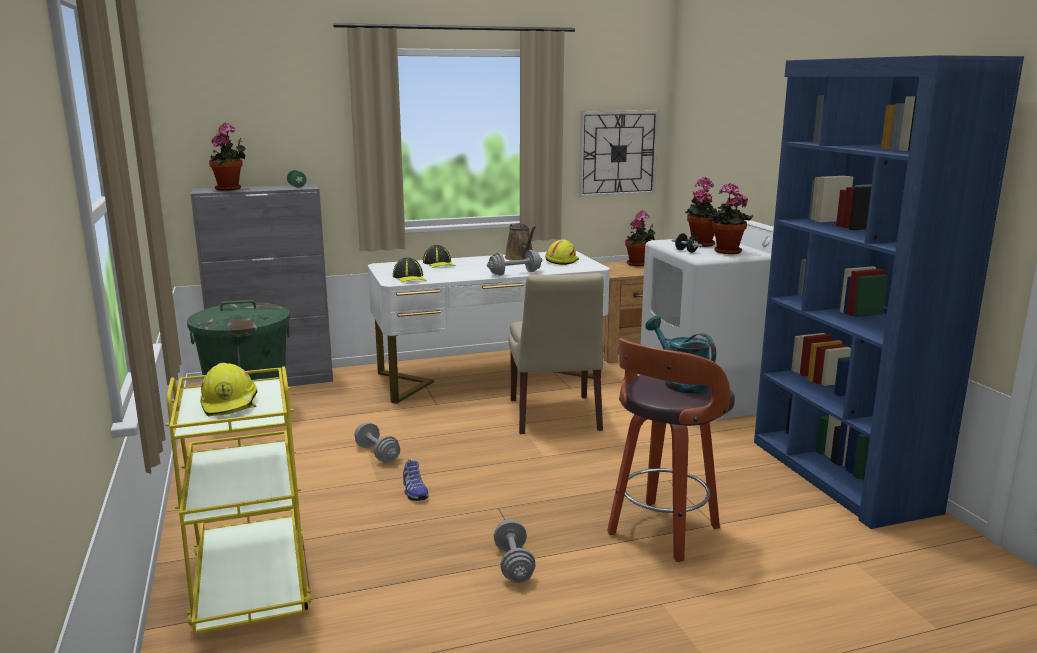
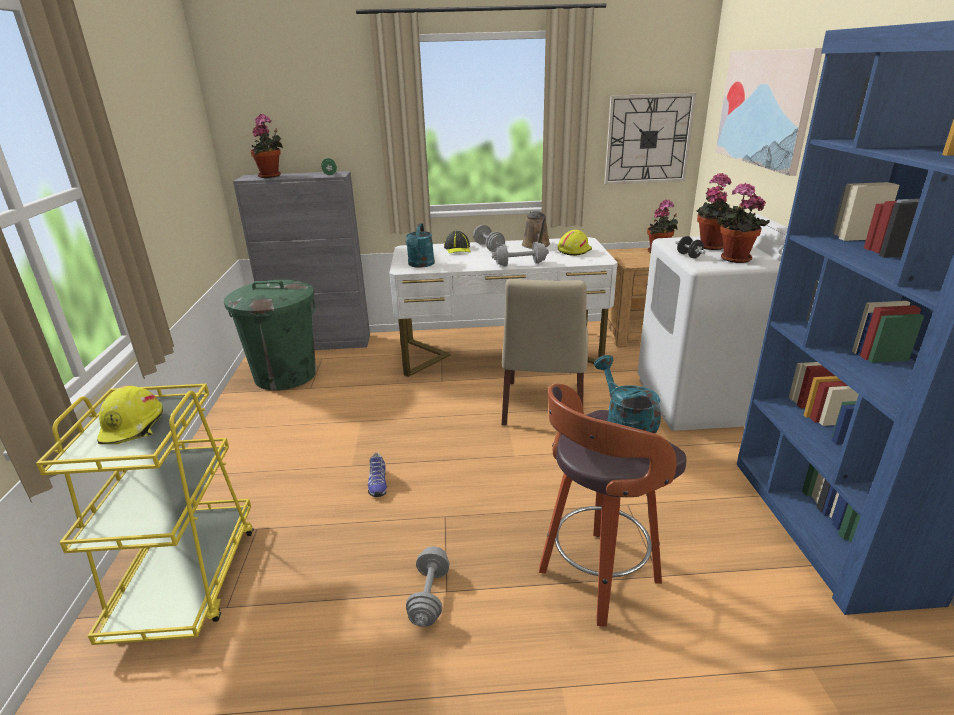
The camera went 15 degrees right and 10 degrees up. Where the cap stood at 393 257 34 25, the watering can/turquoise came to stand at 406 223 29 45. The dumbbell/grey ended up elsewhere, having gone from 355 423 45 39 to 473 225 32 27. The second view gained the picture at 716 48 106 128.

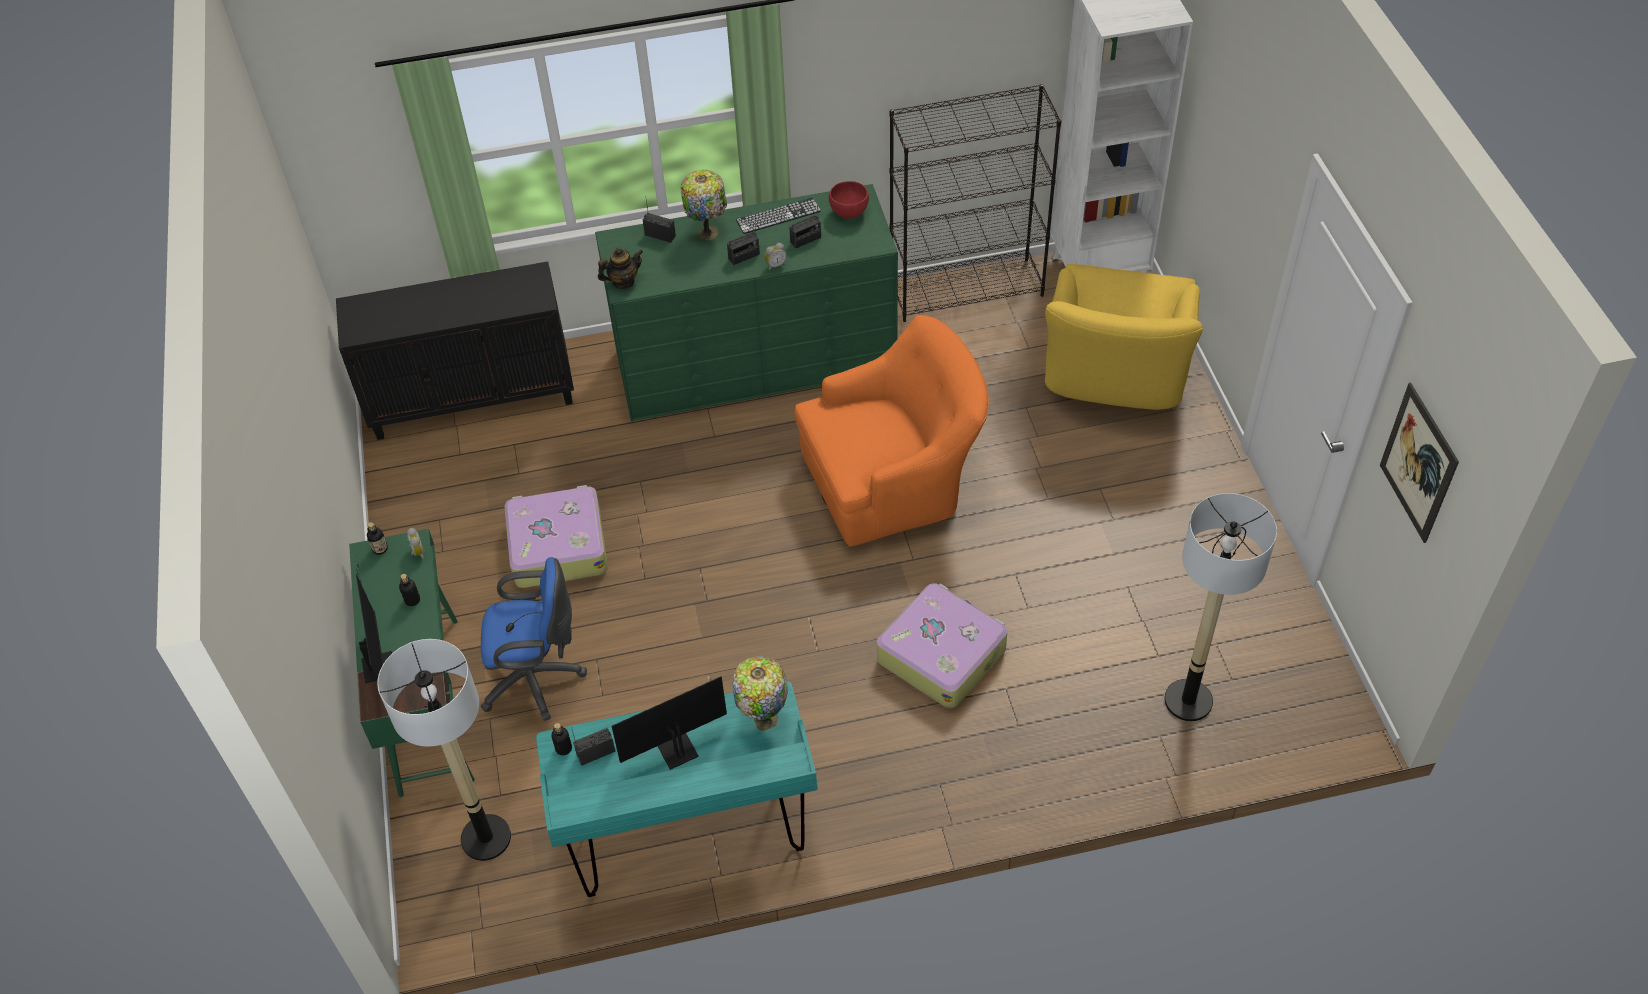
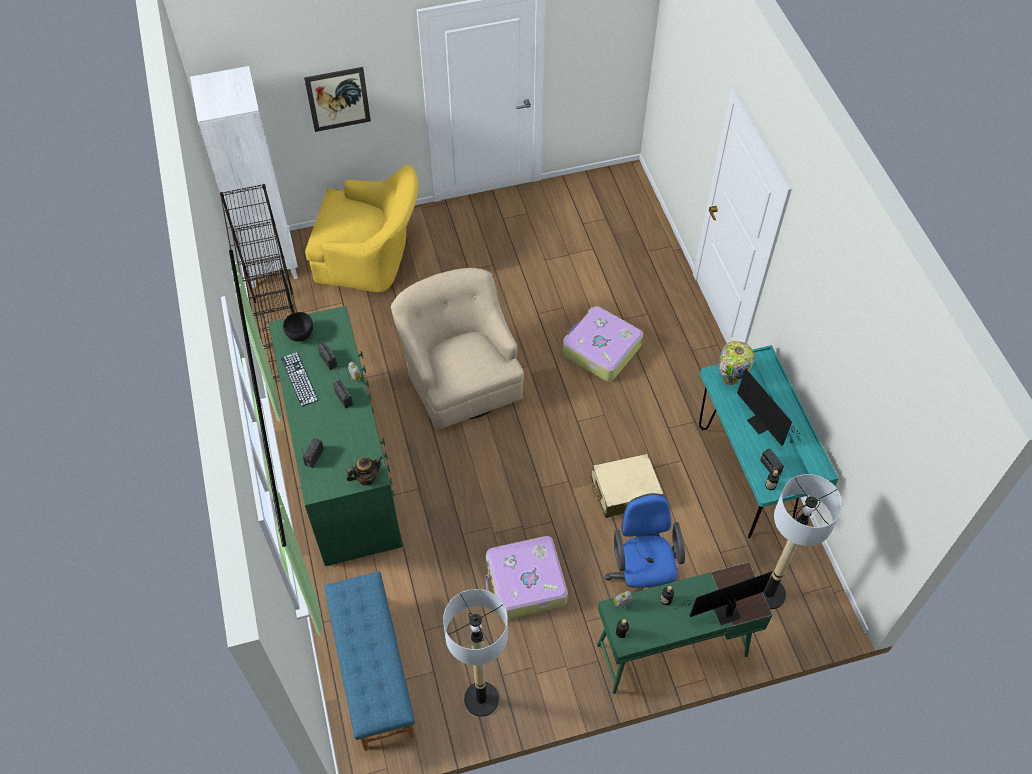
The camera went 95 degrees left and 5 degrees up. The second view lost the table lamp at 681 170 46 70. What was the bowl/red at 829 181 40 38 turned into the bowl/black at 283 312 30 30. The teapot at 598 247 45 42 ended up facing another way, 90 degrees clockwise from before. Where the cabinet/black stood at 336 261 238 179, the bench/blue came to stand at 324 572 91 179. What was the armchair/orange at 795 315 194 232 turned into the armchair/beige at 391 268 133 162. The picture ended up elsewhere, having gone from 1380 383 79 160 to 304 67 67 65. The floor lamp ended up elsewhere, having gone from 1164 493 113 228 to 443 589 65 128. The second view gained the suitcase/beige at 591 454 72 64.

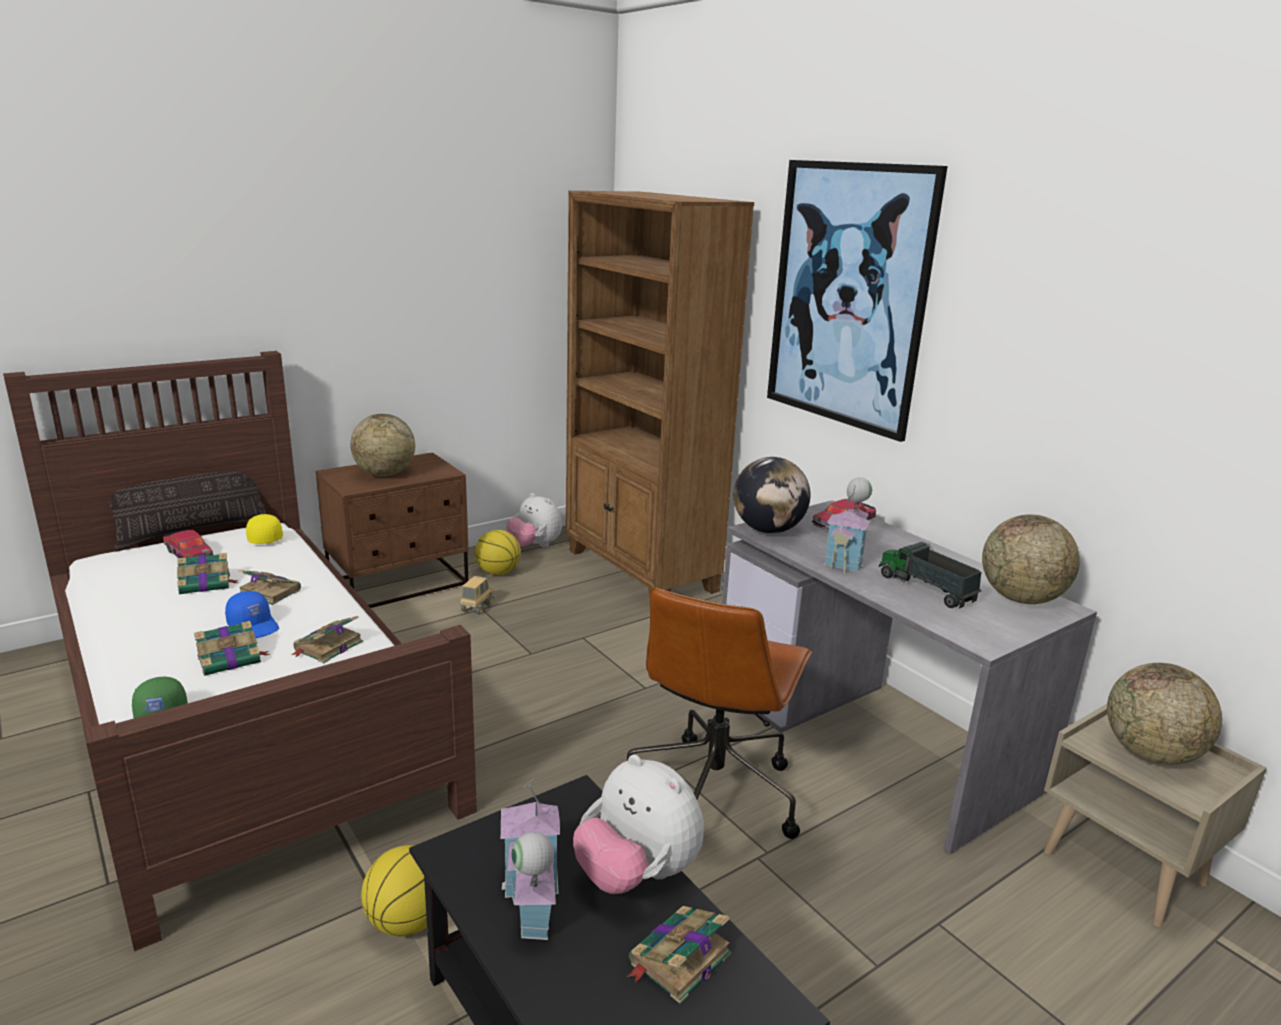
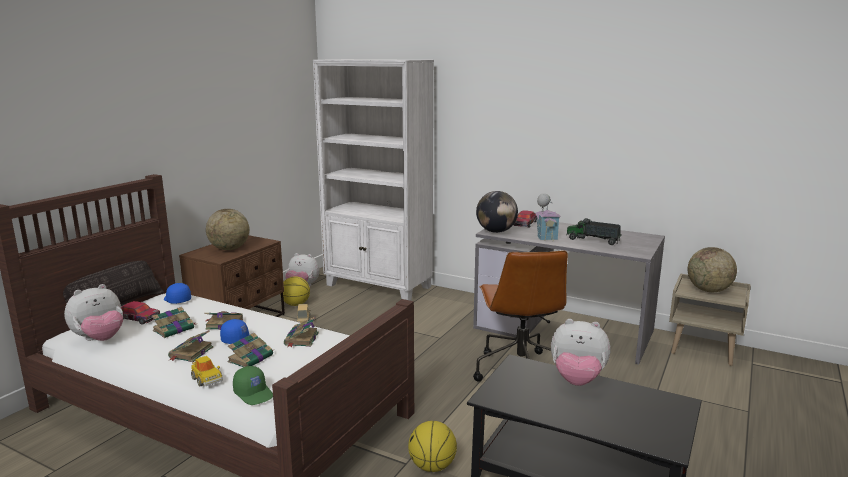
The camera went 25 degrees left and 5 degrees down. The second view lost the picture at 767 160 181 282. What was the bookcase/brown at 566 191 188 403 turned into the bookcase/white at 313 59 121 242. What was the cap/yellow at 246 514 37 30 turned into the cap/blue at 164 283 27 21. The second view lost the globe at 982 514 98 90. The second view lost the toy house at 501 776 59 164. The book ended up elsewhere, having gone from 627 906 104 98 to 168 330 46 32. The second view gained the plush toy at 64 284 59 57. The second view gained the toy car at 191 356 32 30.

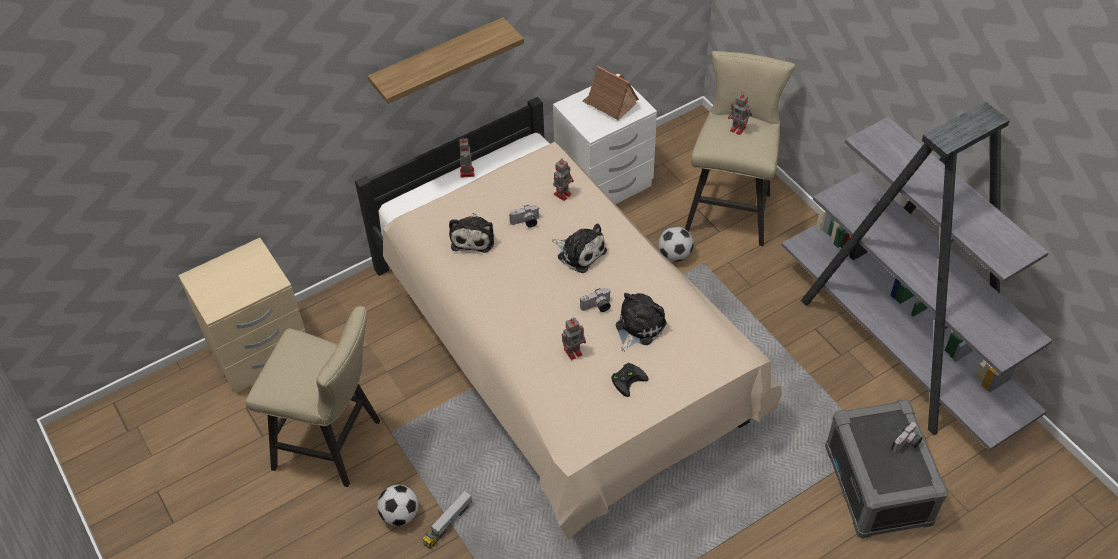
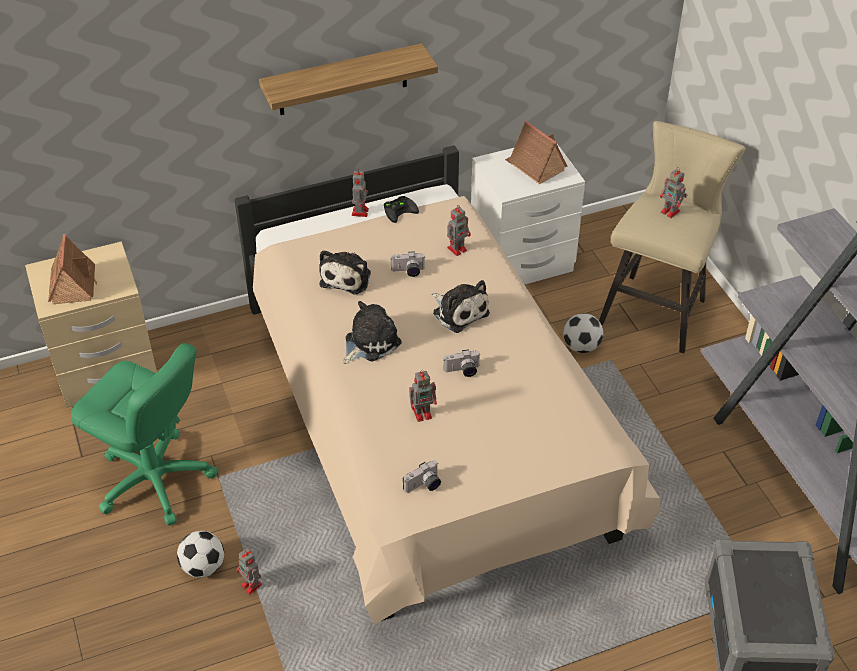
The camera went 10 degrees right and 5 degrees down. The plush toy ended up elsewhere, having gone from 616 293 51 59 to 343 301 59 63. Where the stool/beige stood at 245 306 135 181, the office chair/green came to stand at 71 343 146 183. The game controller/black ended up elsewhere, having gone from 611 363 38 34 to 384 196 35 27. The photo camera ended up elsewhere, having gone from 891 422 31 31 to 403 460 38 33. Where the toy truck stood at 422 490 50 59, the toy robot came to stand at 237 548 25 47. The second view gained the toy house at 48 234 49 70.

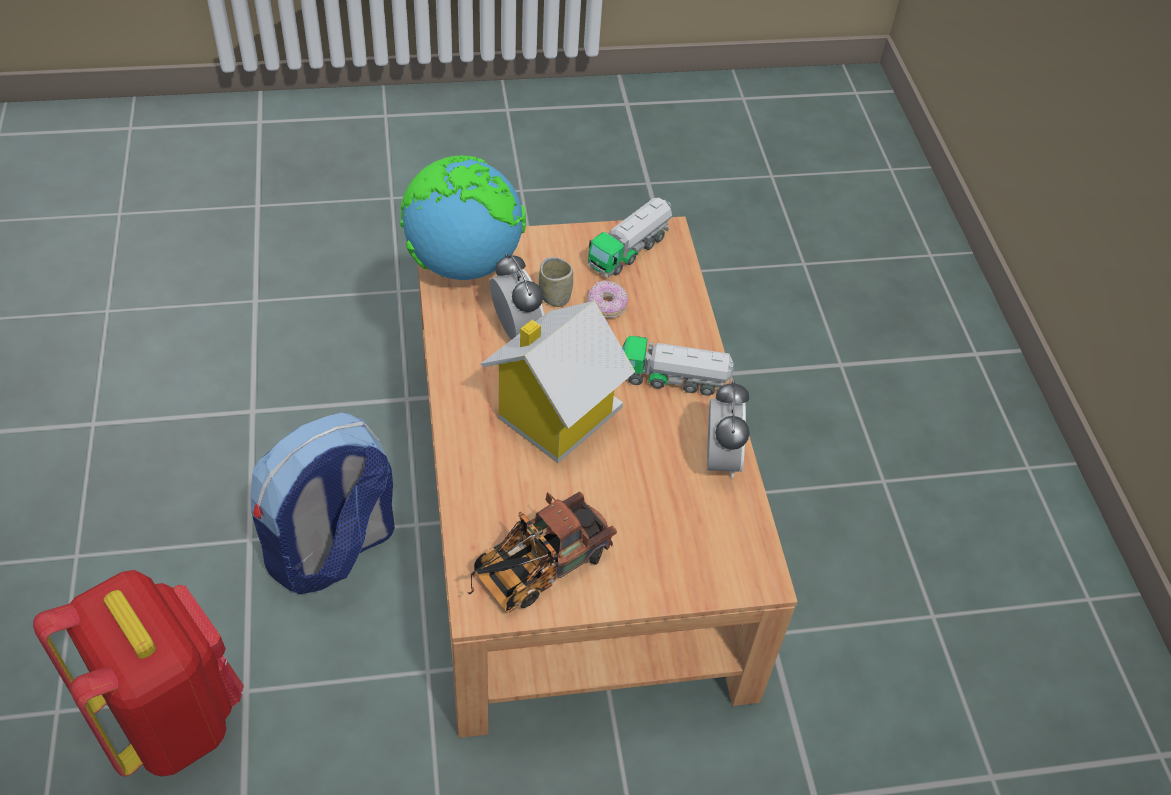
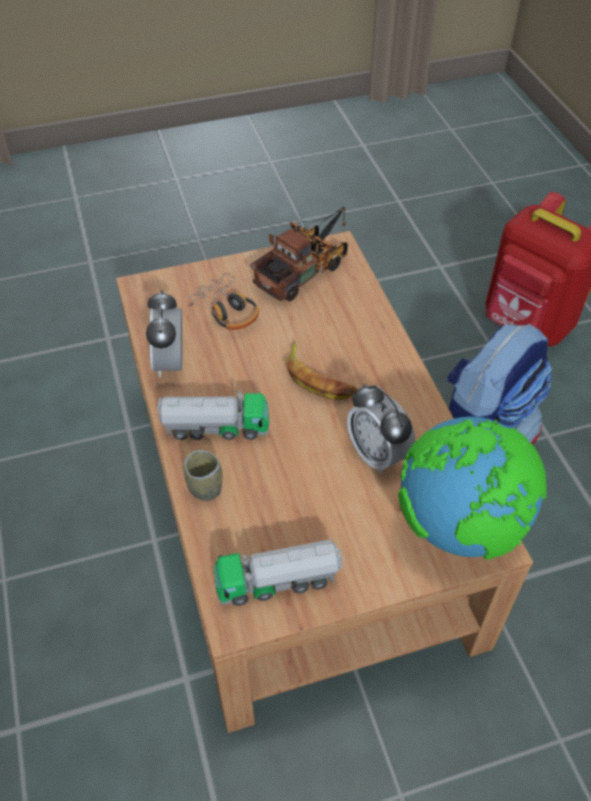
The camera went 175 degrees right and 0 degrees up. The toy truck at 588 198 84 79 ended up facing another way, 135 degrees counterclockwise from before. The cup ended up elsewhere, having gone from 539 257 34 50 to 184 450 38 51. The second view lost the donut at 587 280 41 38. Where the toy house stood at 481 301 155 162, the banana came to stand at 285 341 72 59. The second view gained the headphones at 187 274 72 56.

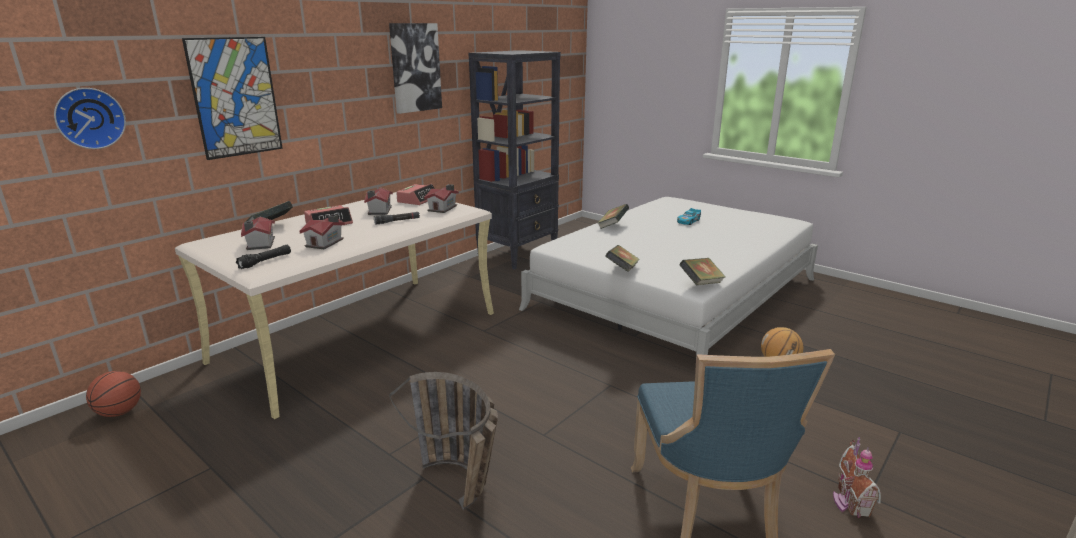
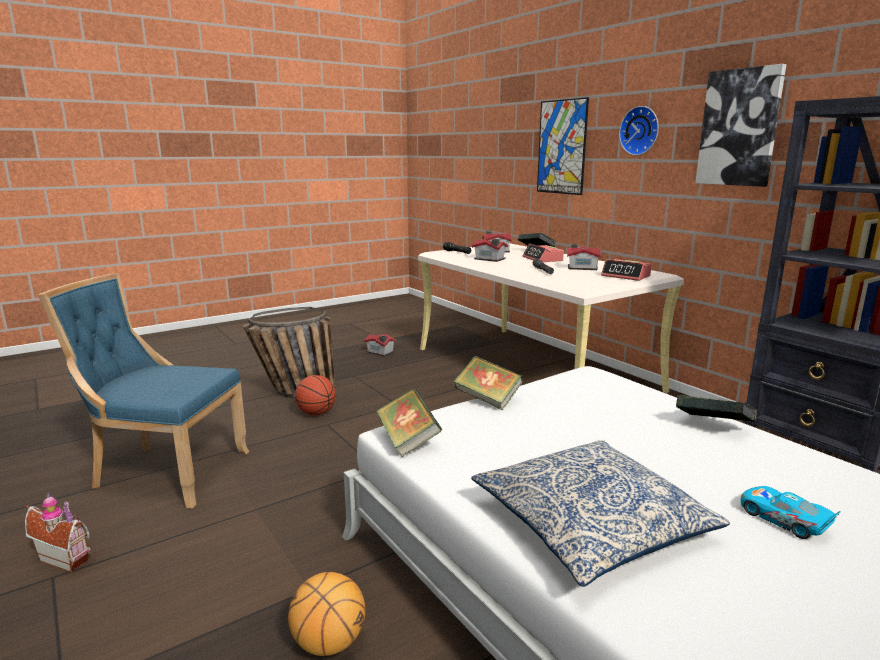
The camera went 105 degrees right and 5 degrees down. The wall clock ended up elsewhere, having gone from 54 88 72 61 to 619 106 40 49. The toy house ended up elsewhere, having gone from 424 184 35 29 to 364 334 32 22. The basketball ended up elsewhere, having gone from 86 371 55 46 to 295 375 41 40. The second view gained the pillow at 471 440 259 147.

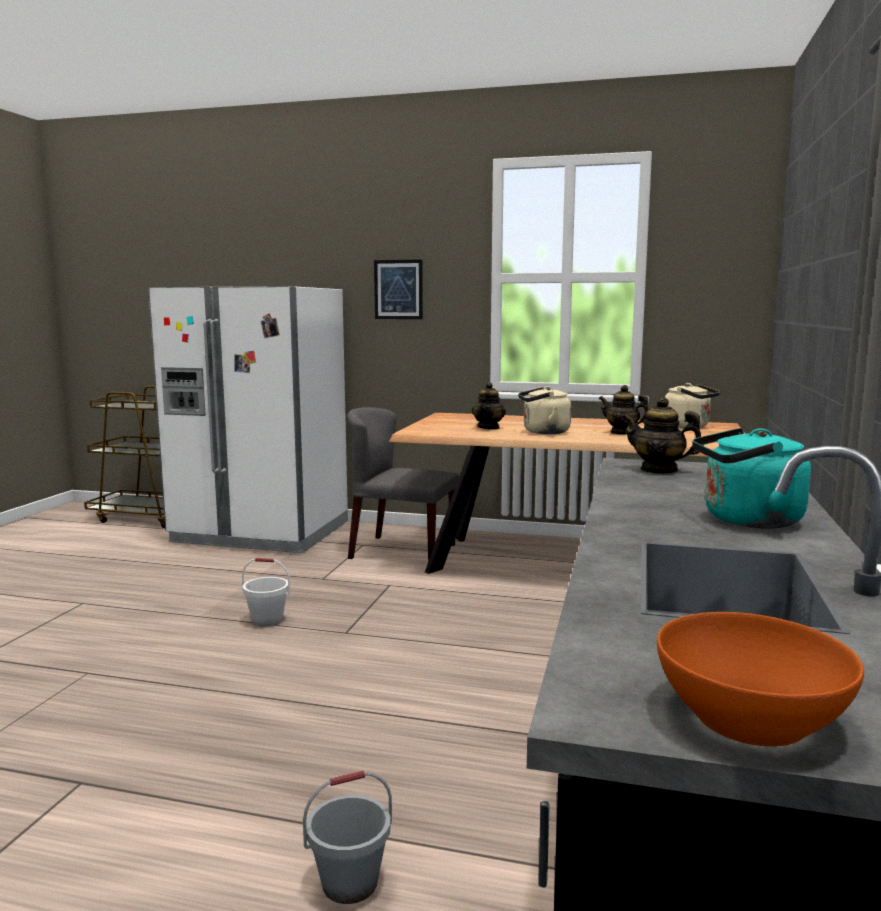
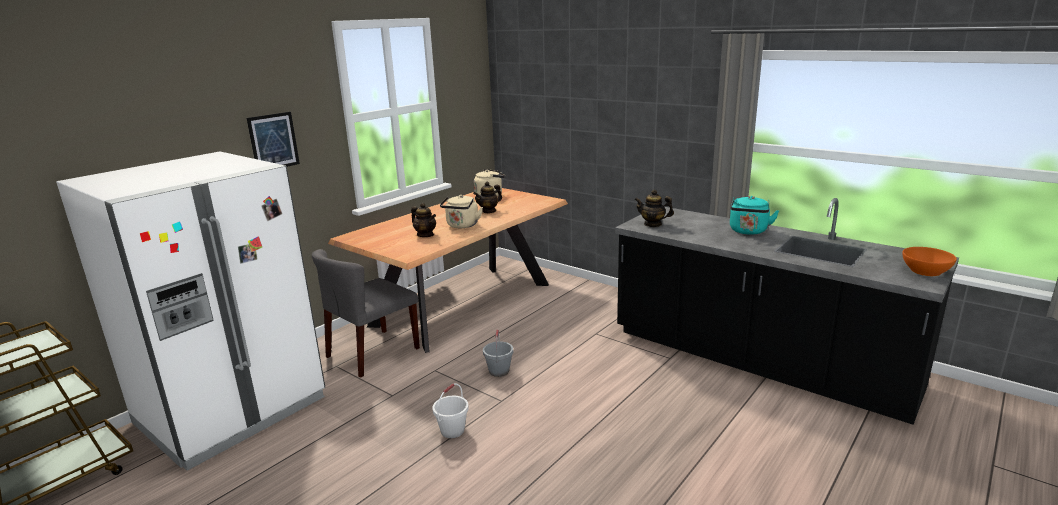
The camera went 65 degrees left and 10 degrees up. The teapot at 622 397 82 77 ended up facing another way, 60 degrees clockwise from before. The bucket/grey ended up elsewhere, having gone from 303 771 89 133 to 483 329 30 48.

